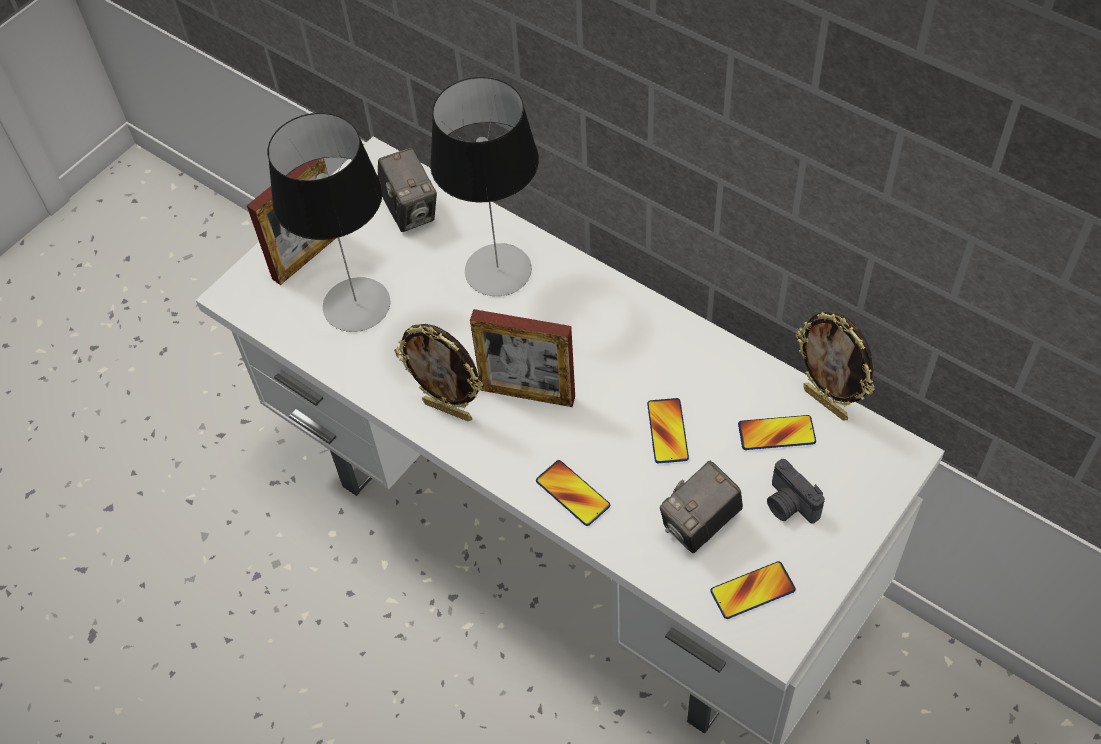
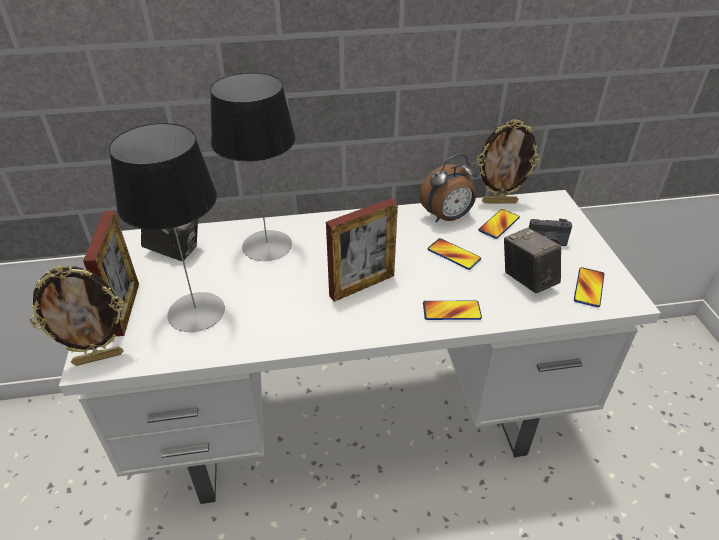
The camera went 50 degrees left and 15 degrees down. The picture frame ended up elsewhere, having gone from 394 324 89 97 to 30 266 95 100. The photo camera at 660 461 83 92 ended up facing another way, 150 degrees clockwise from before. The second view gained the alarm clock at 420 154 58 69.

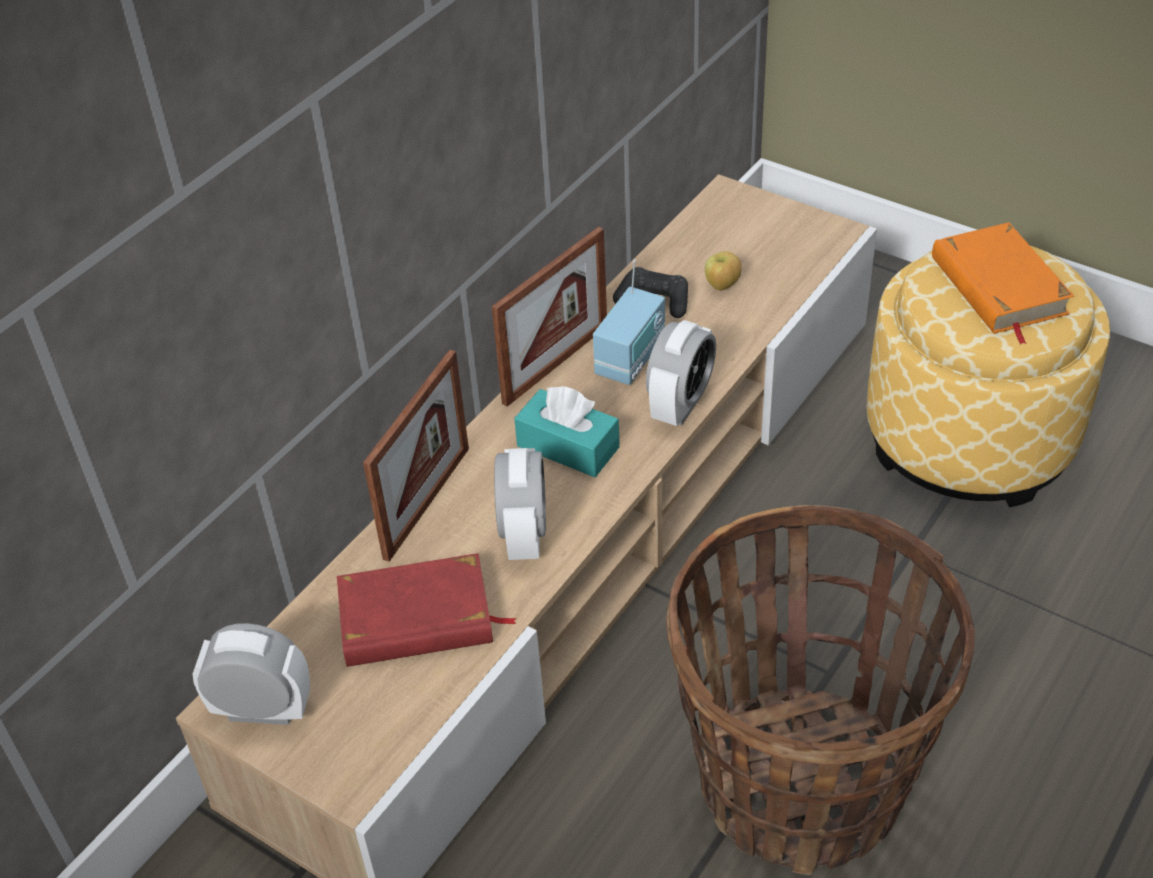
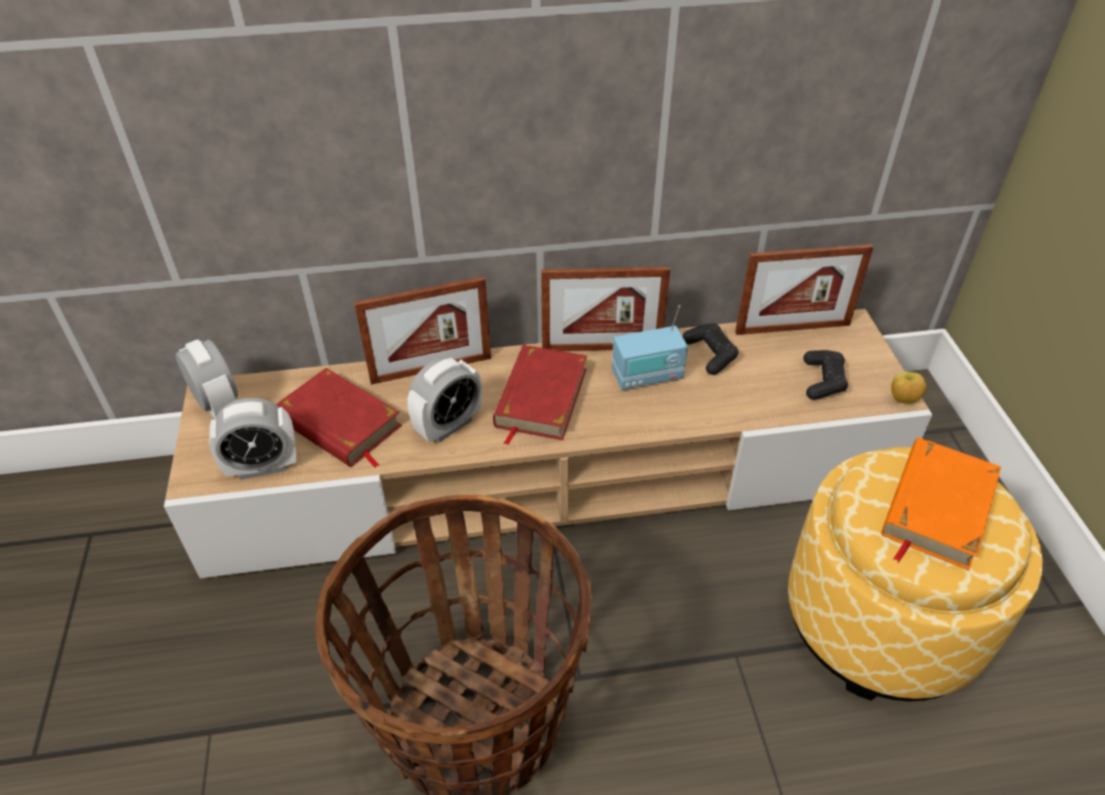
The camera went 45 degrees right and 0 degrees up. The apple ended up elsewhere, having gone from 705 251 37 39 to 891 372 35 31. The alarm clock ended up elsewhere, having gone from 646 320 70 106 to 209 398 87 82. Where the tissue box/turquoise stood at 514 386 106 91, the book/red came to stand at 493 345 94 100. The second view gained the picture frame at 735 244 139 91. The second view gained the game controller/black at 803 350 45 50.

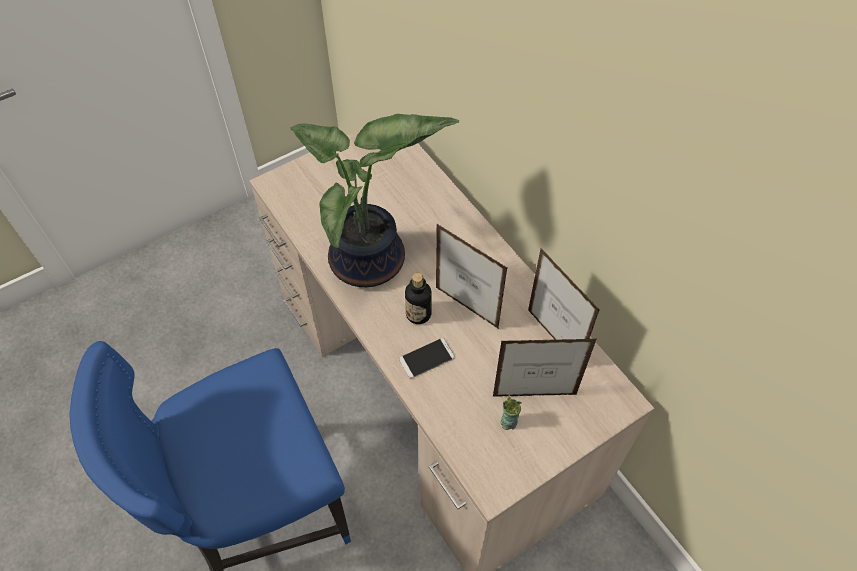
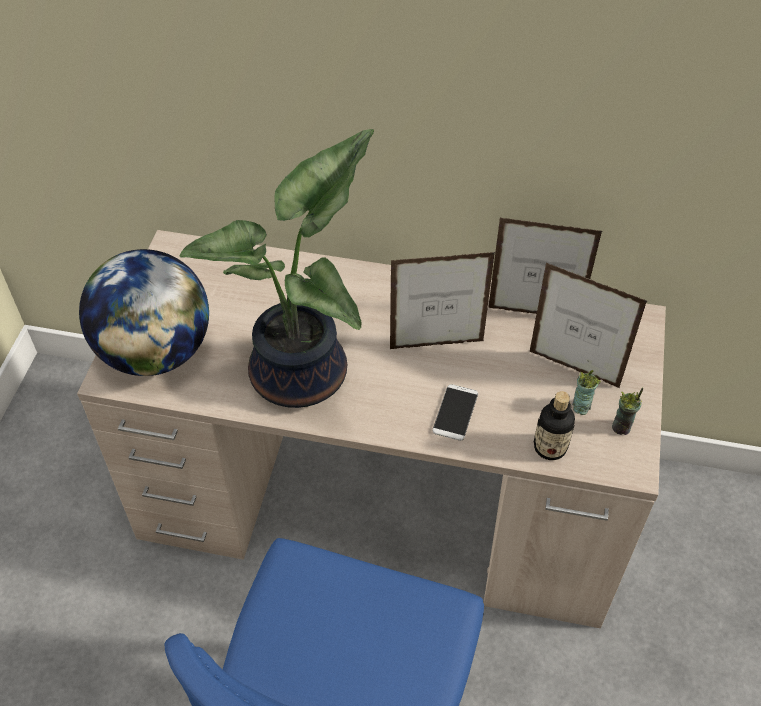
The camera went 45 degrees left and 5 degrees down. The bottle ended up elsewhere, having gone from 405 273 27 51 to 534 391 41 69. The picture frame at 492 339 104 58 ended up facing another way, 105 degrees counterclockwise from before. The second view gained the globe at 79 249 130 127. The second view gained the cup at 612 388 31 47.

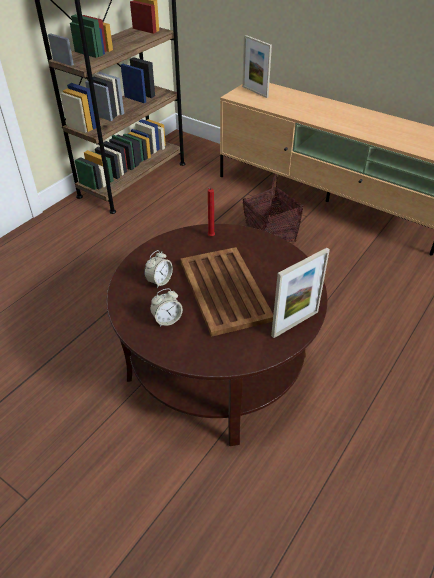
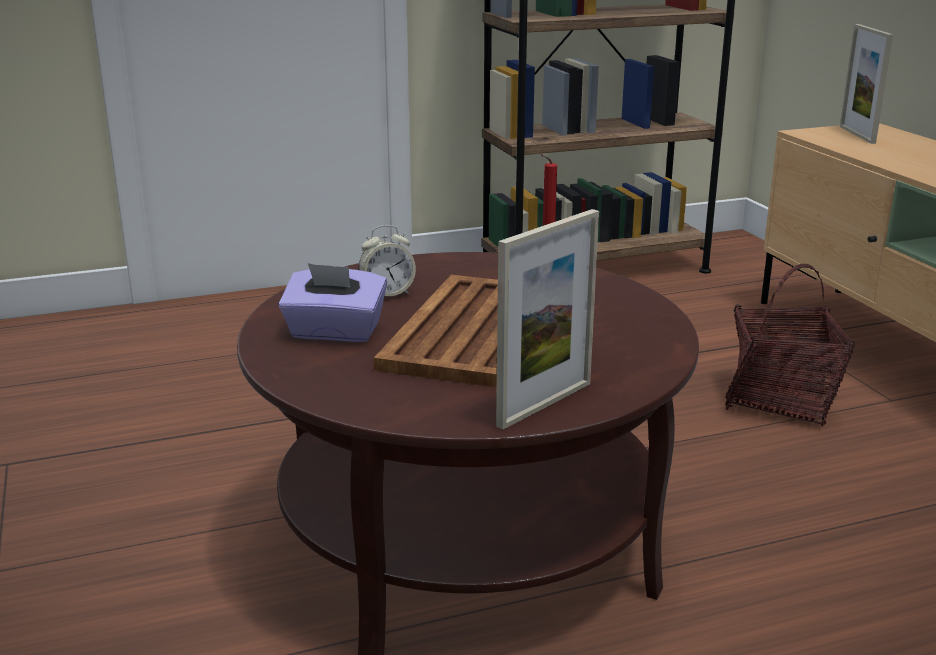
The camera went 35 degrees right and 20 degrees down. The picture frame at 271 248 59 90 ended up facing another way, 45 degrees counterclockwise from before. Where the alarm clock stood at 150 288 33 39, the tissue box/purple came to stand at 279 263 108 79.

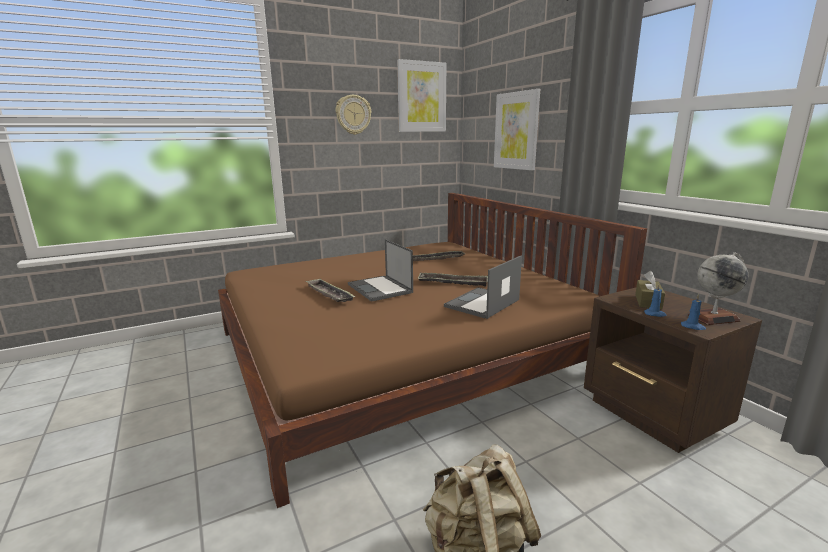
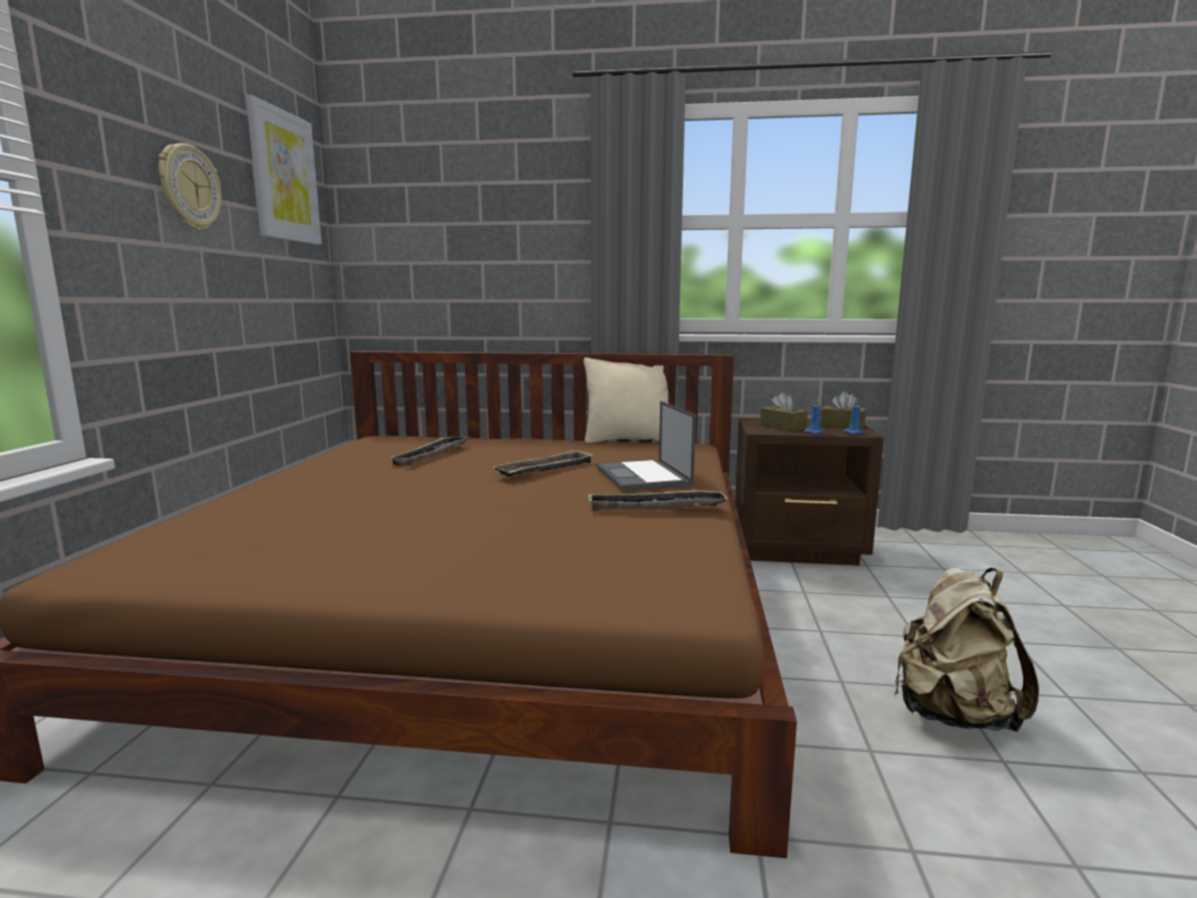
The camera went 55 degrees left and 5 degrees down. The second view lost the picture at 494 89 46 81. The second view lost the laptop at 348 239 65 63. Where the globe stood at 688 252 60 73, the tissue box/brown came to stand at 820 391 46 38. The tray ended up elsewhere, having gone from 305 278 51 24 to 588 490 141 21. The second view gained the pillow/beige at 584 357 84 86.

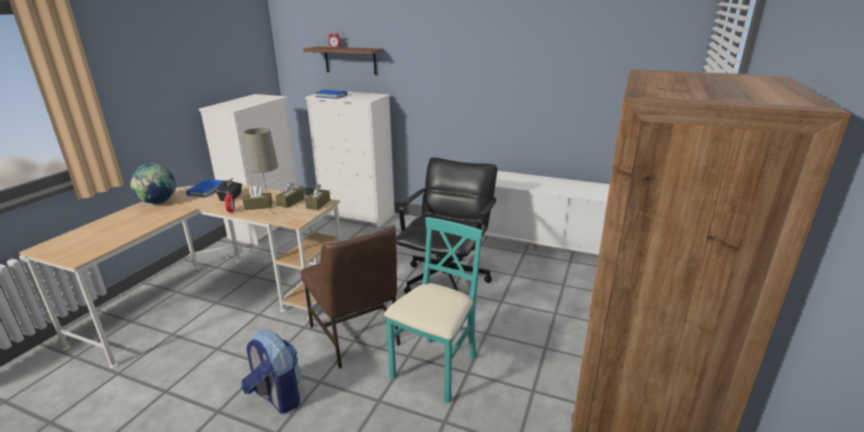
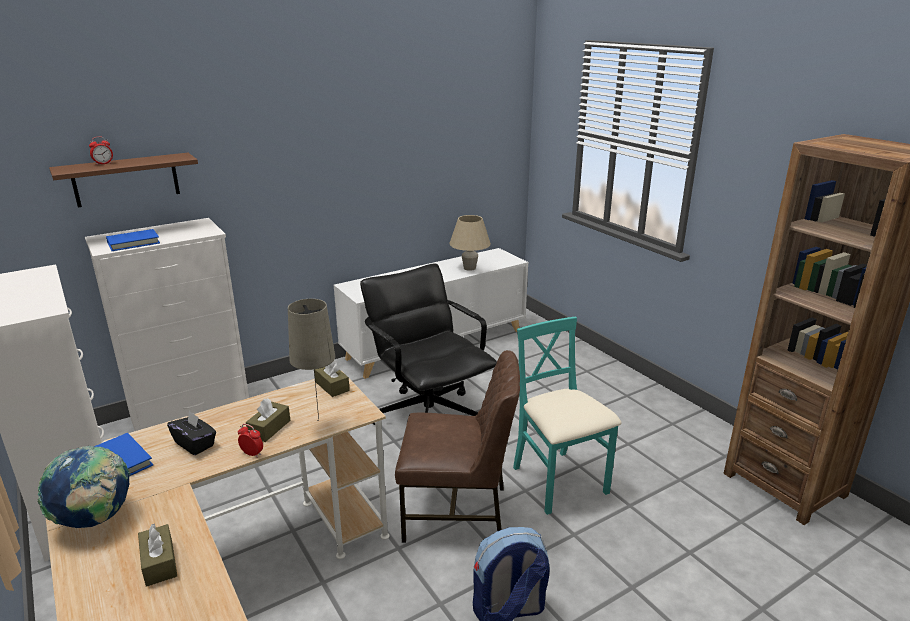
The camera went 55 degrees left and 0 degrees up. The tissue box/brown ended up elsewhere, having gone from 276 183 28 25 to 138 523 39 64. The second view gained the table lamp/beige at 449 215 42 56.

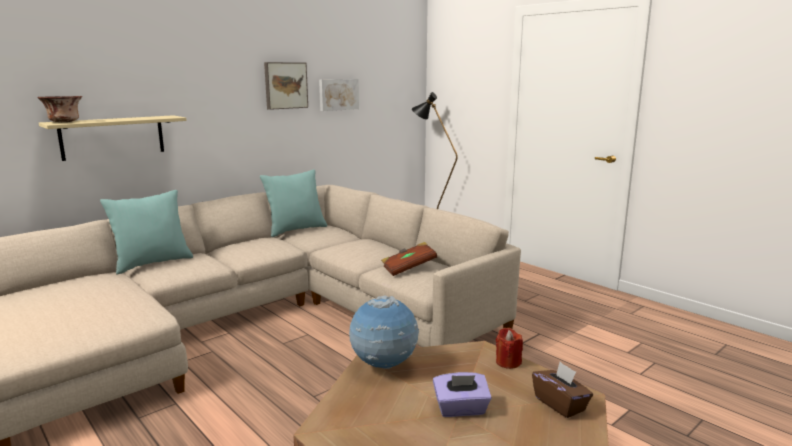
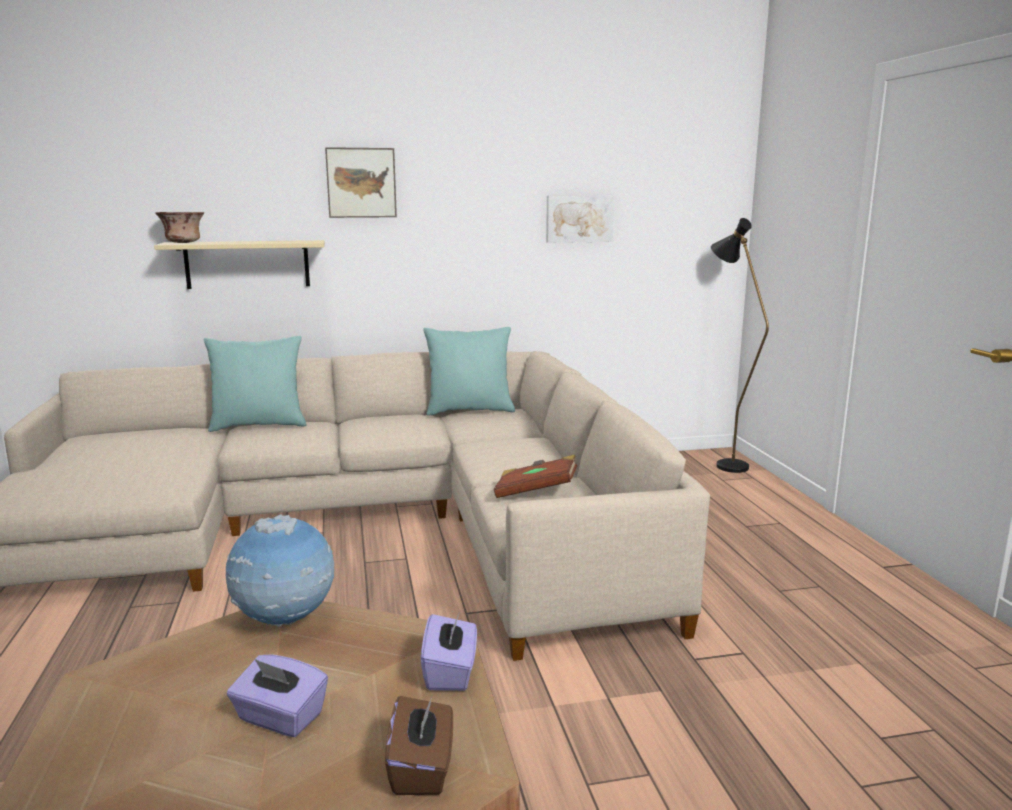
The camera went 30 degrees right and 0 degrees up. The picture ended up elsewhere, having gone from 264 62 44 48 to 325 147 72 71. Where the candle/red stood at 496 328 27 41, the tissue box/purple came to stand at 421 609 56 82.

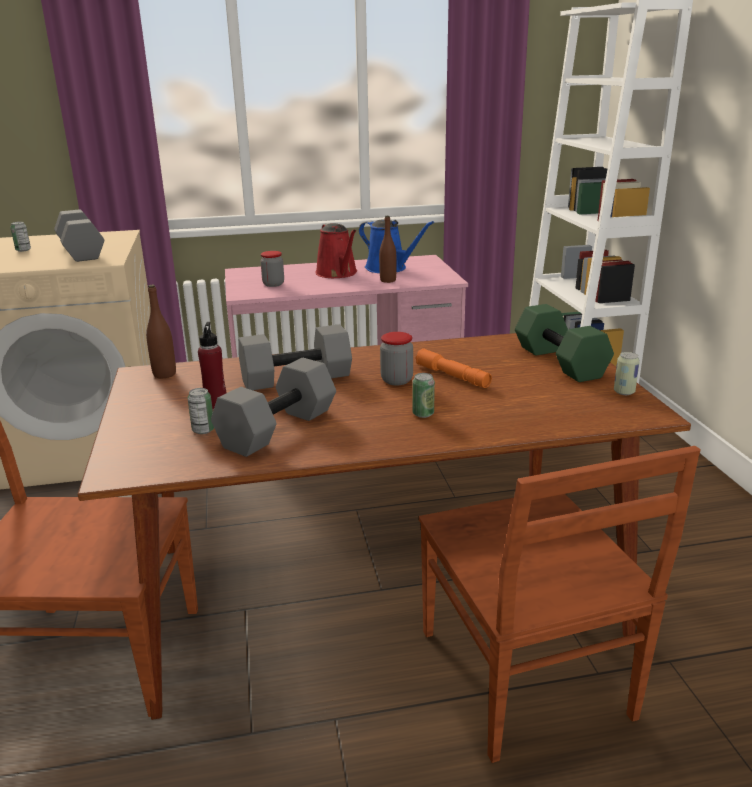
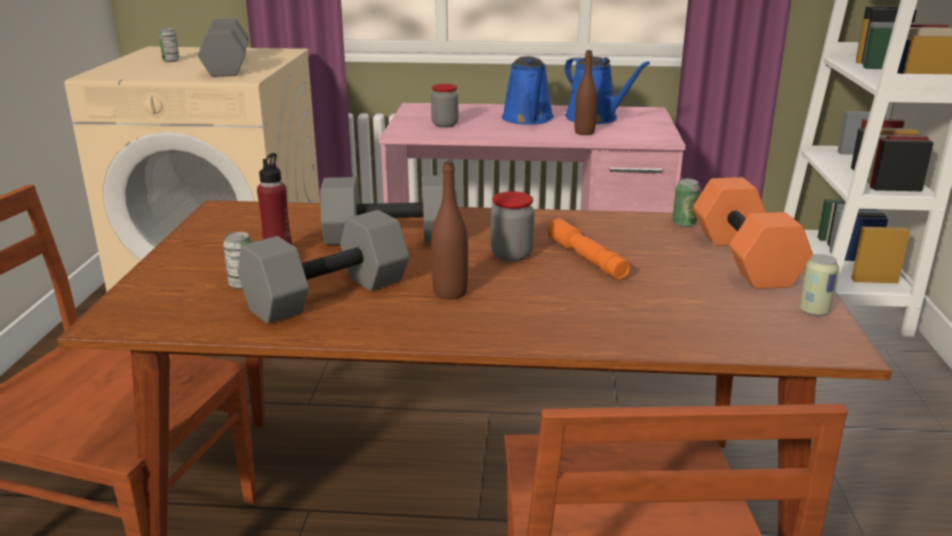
The camera went 15 degrees right and 0 degrees up. What was the watering can/red at 315 223 42 55 turned into the watering can/blue at 502 56 52 69. The bottle/brown ended up elsewhere, having gone from 146 285 30 93 to 431 160 37 139. What was the dumbbell/green at 515 304 99 78 turned into the dumbbell/orange at 693 177 120 112. The can ended up elsewhere, having gone from 412 373 23 45 to 672 179 28 48.

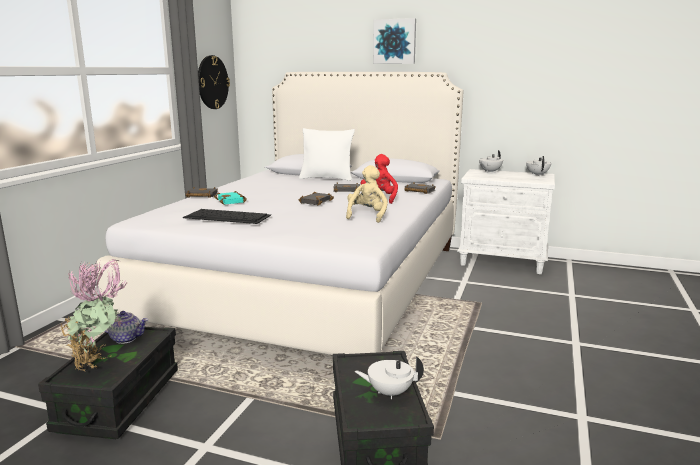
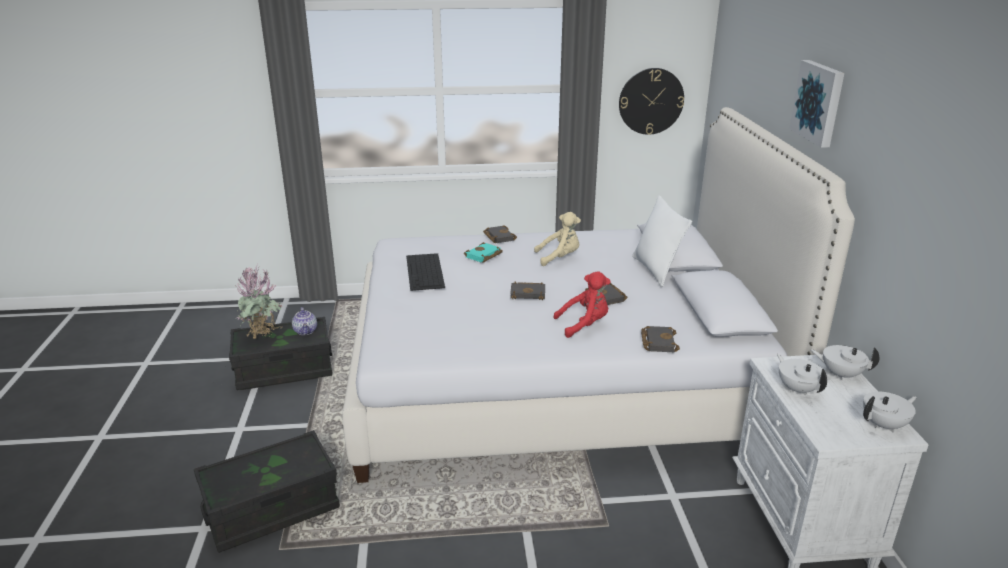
The camera went 65 degrees right and 10 degrees up. The plush toy/beige ended up elsewhere, having gone from 346 165 42 58 to 534 212 47 54. The teapot/white ended up elsewhere, having gone from 354 356 70 43 to 777 354 50 41.

